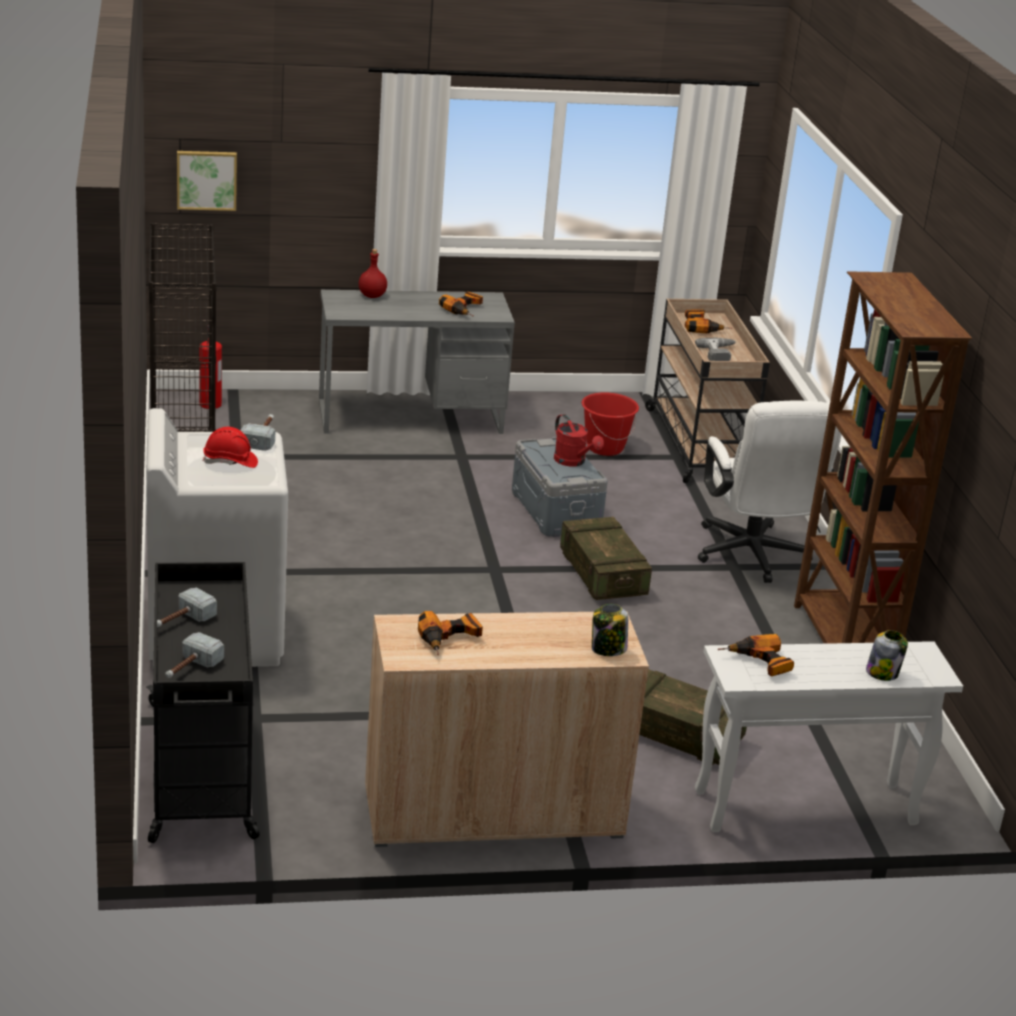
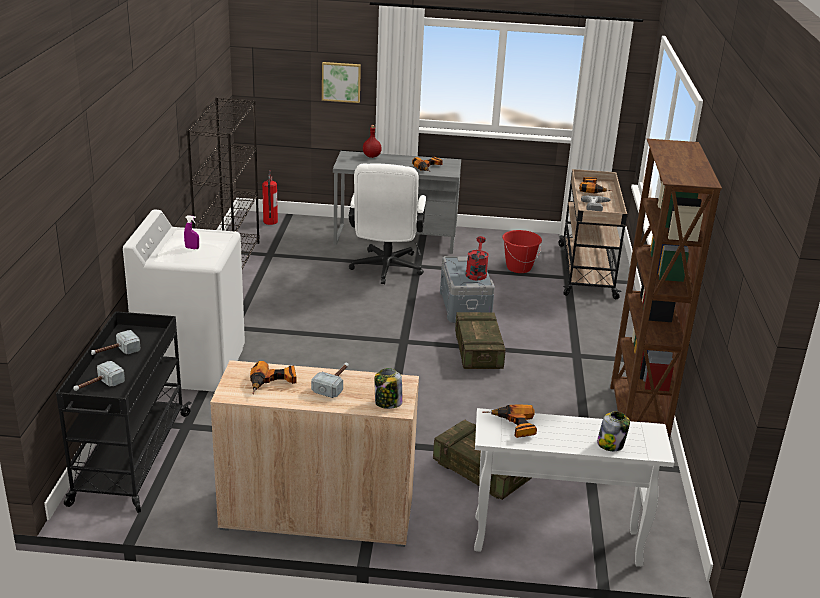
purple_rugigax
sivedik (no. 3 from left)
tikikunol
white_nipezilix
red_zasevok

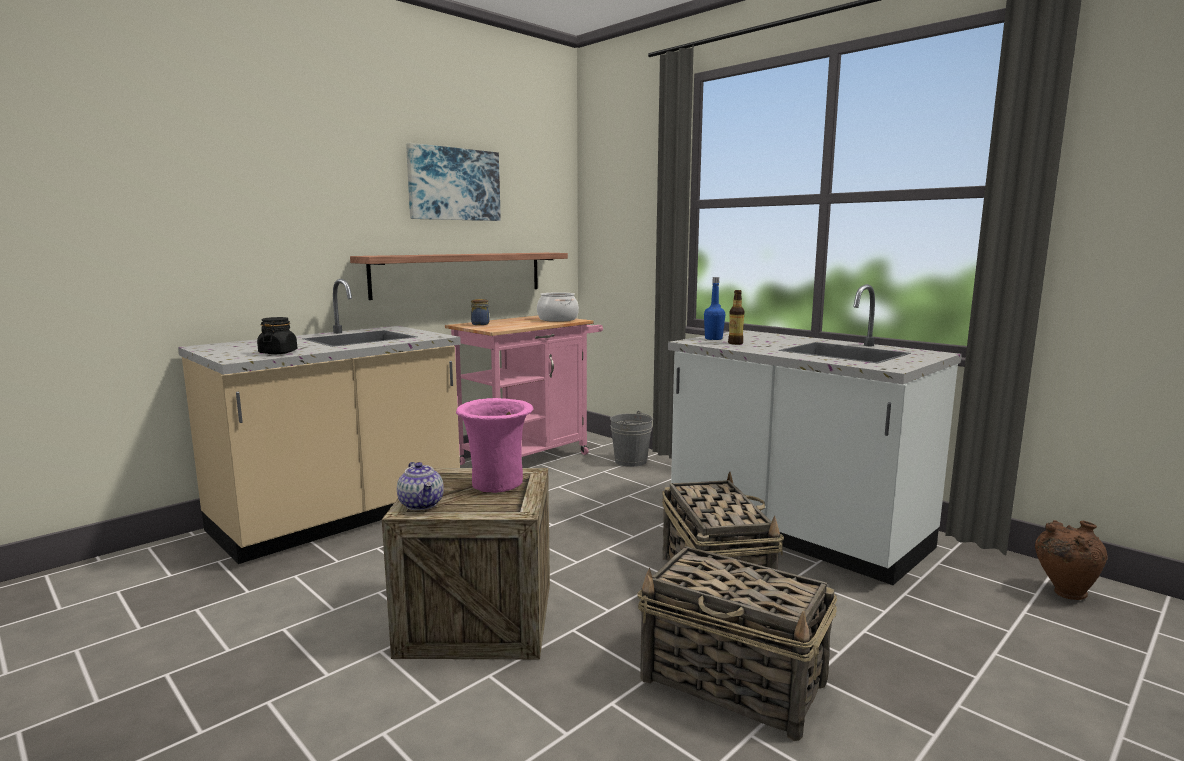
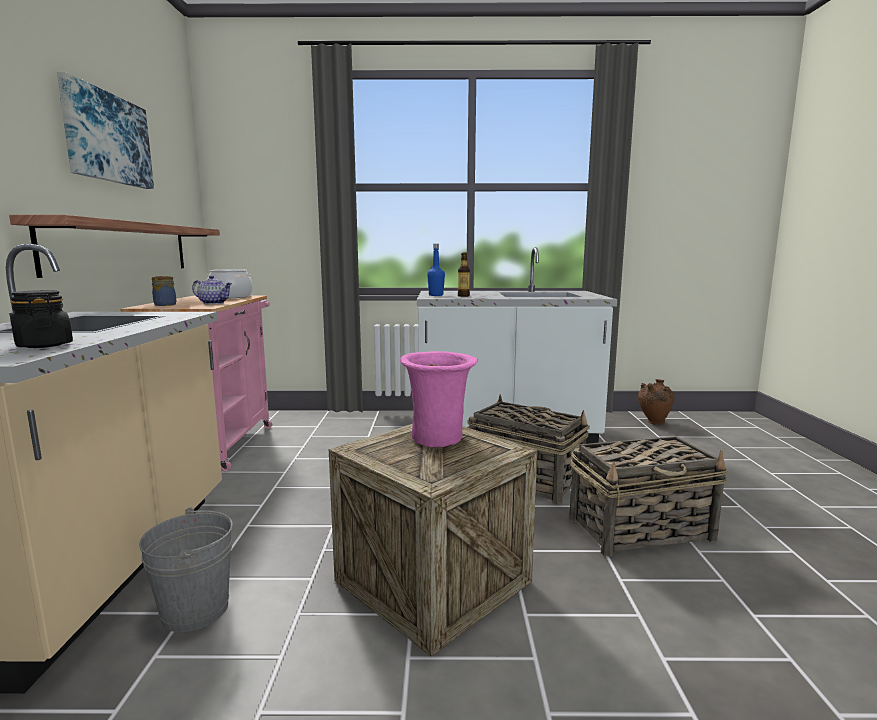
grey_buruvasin
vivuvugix

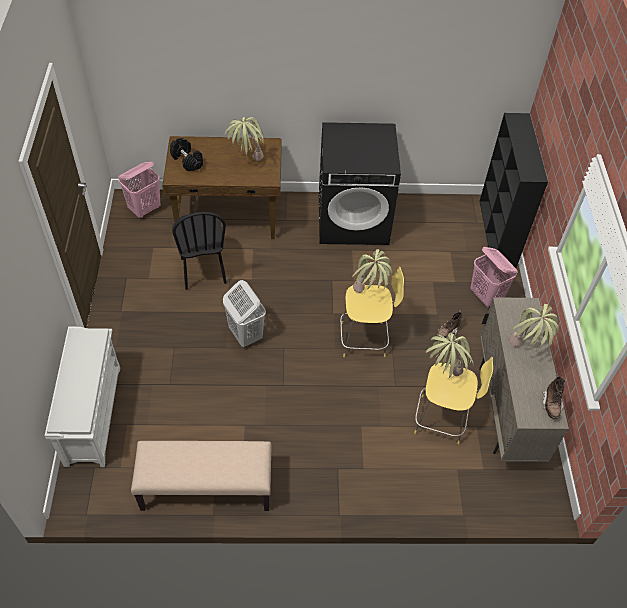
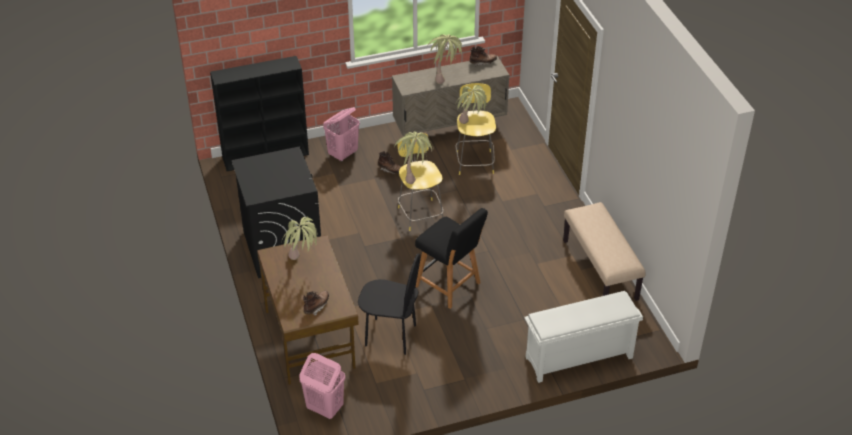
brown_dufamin (no. 1 from left)
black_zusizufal
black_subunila

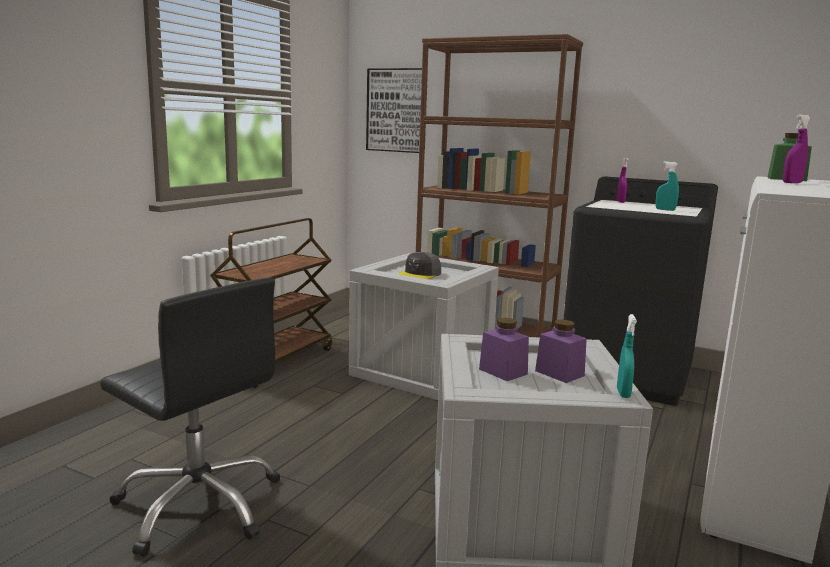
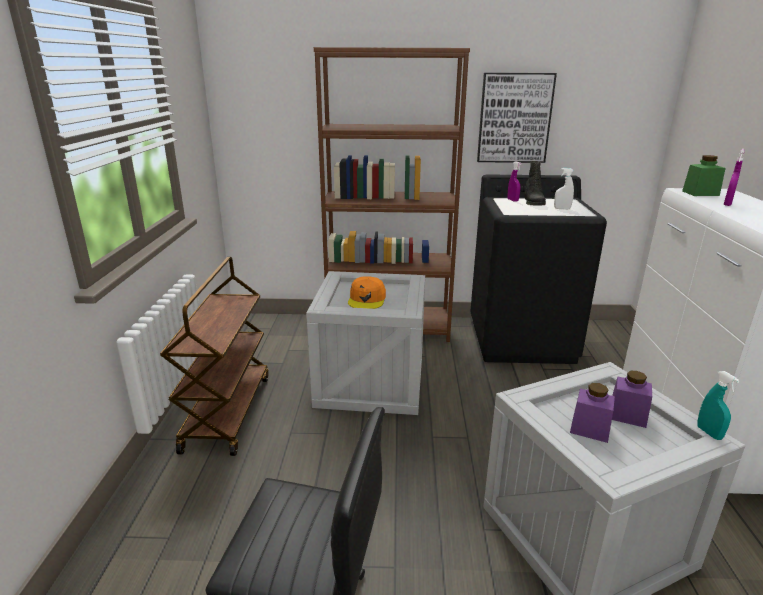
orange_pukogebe
tikikunol
black_dufamin
white_rugigax

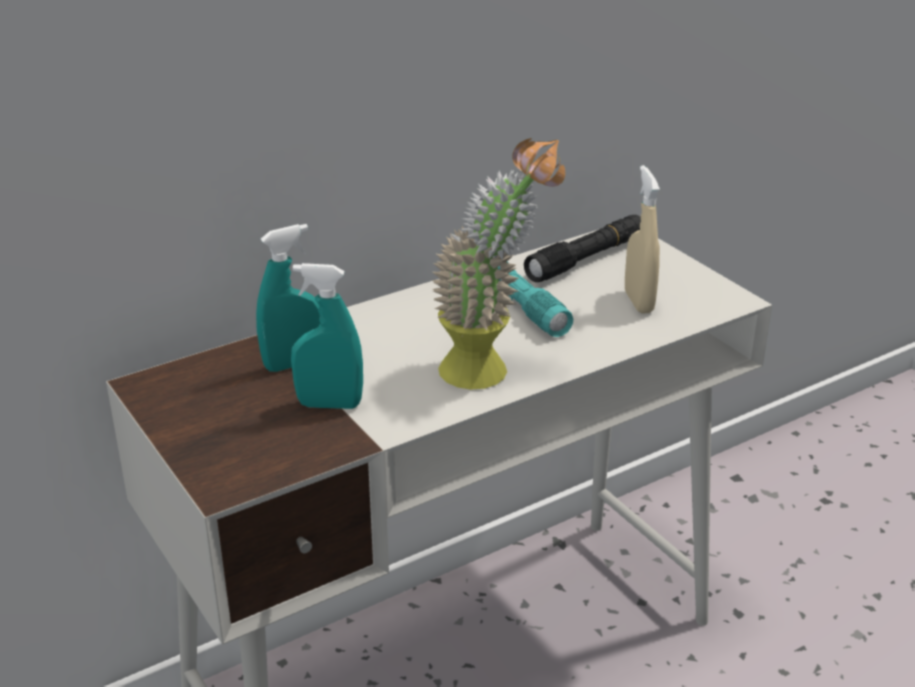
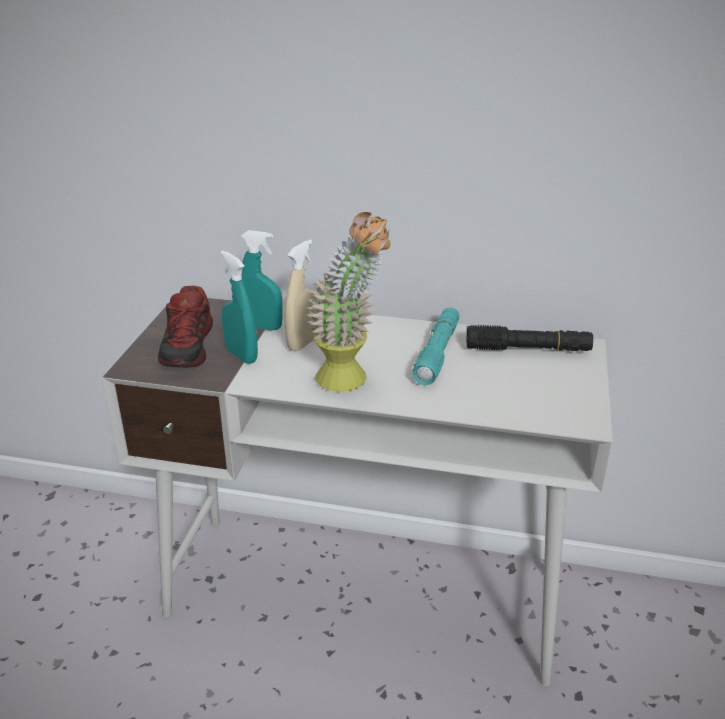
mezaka
beige_rugigax

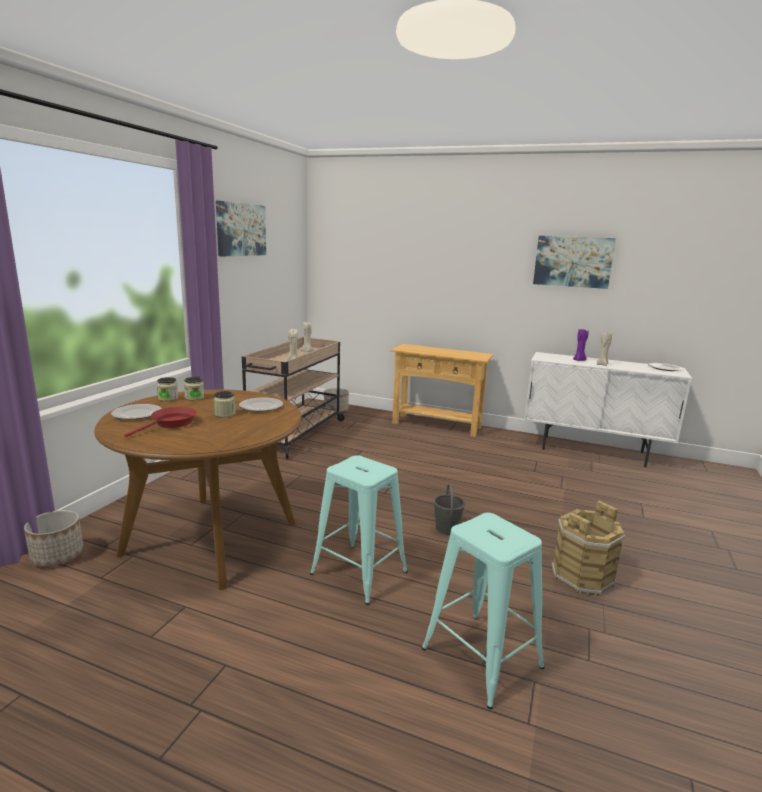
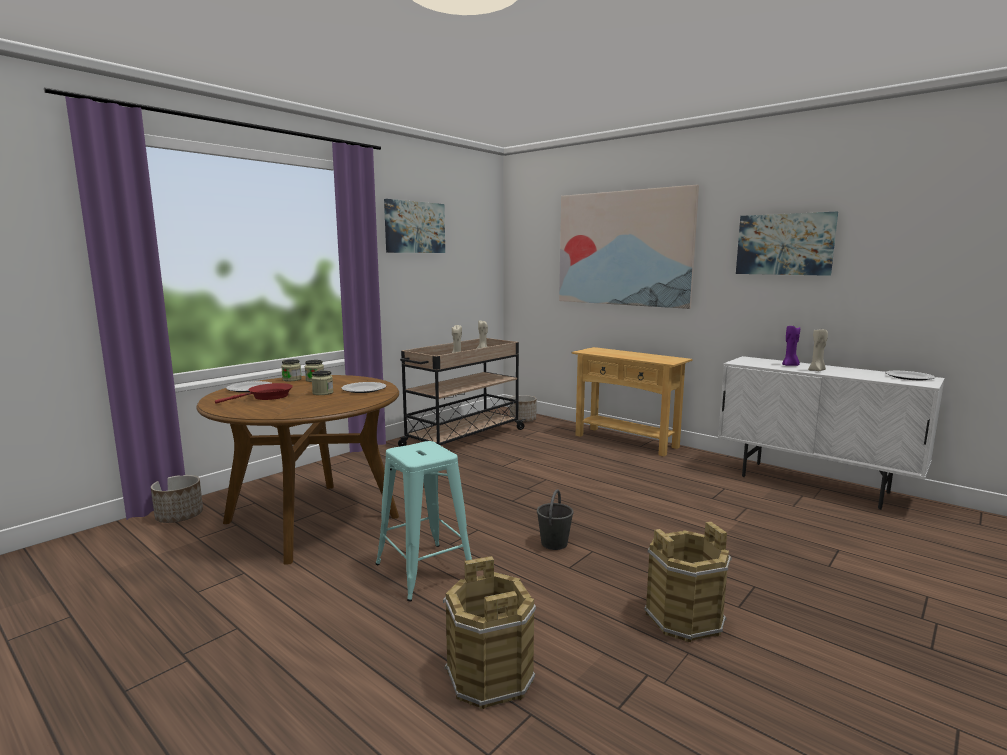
brown_buruvasin (no. 1 from left)
tikikunol (no. 2 from left)

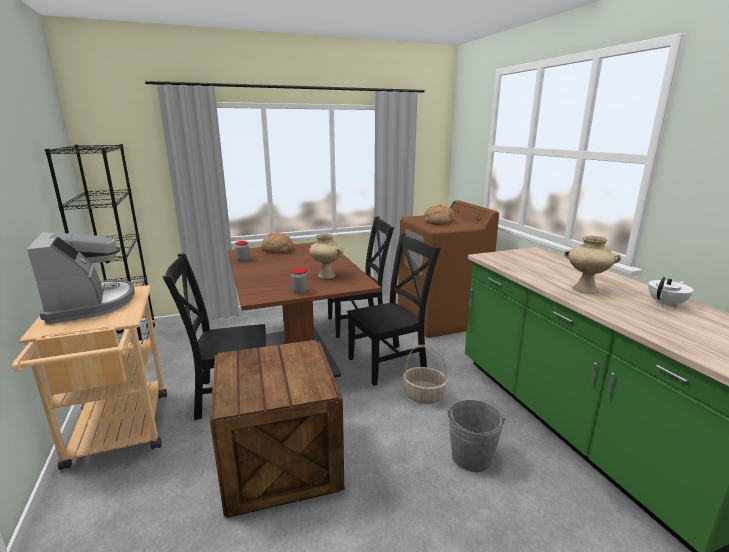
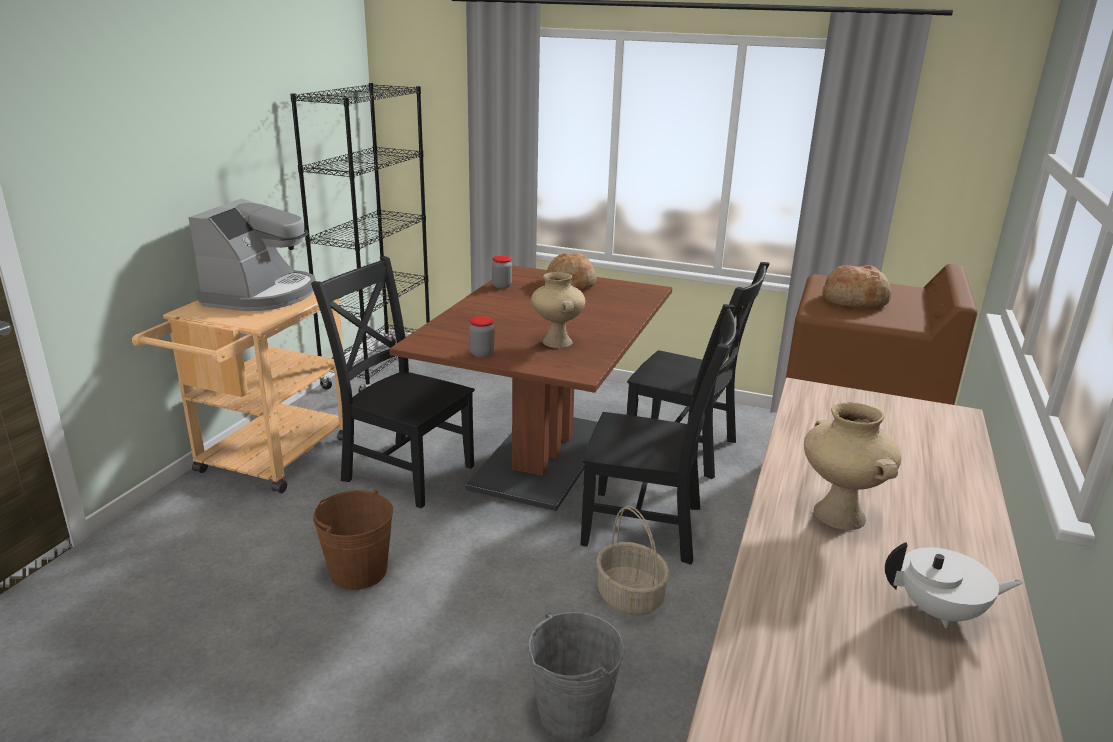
brown_buruvasin

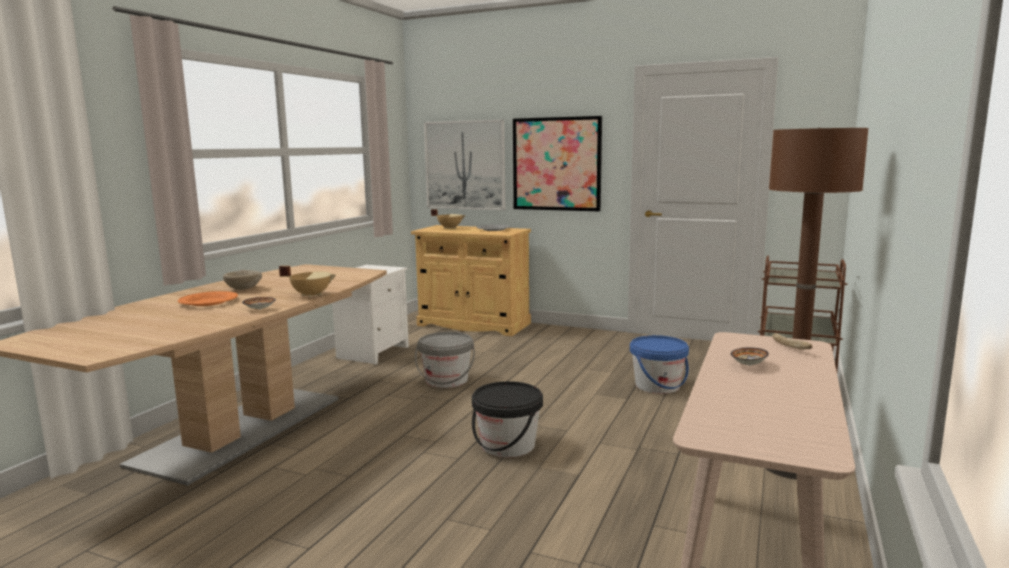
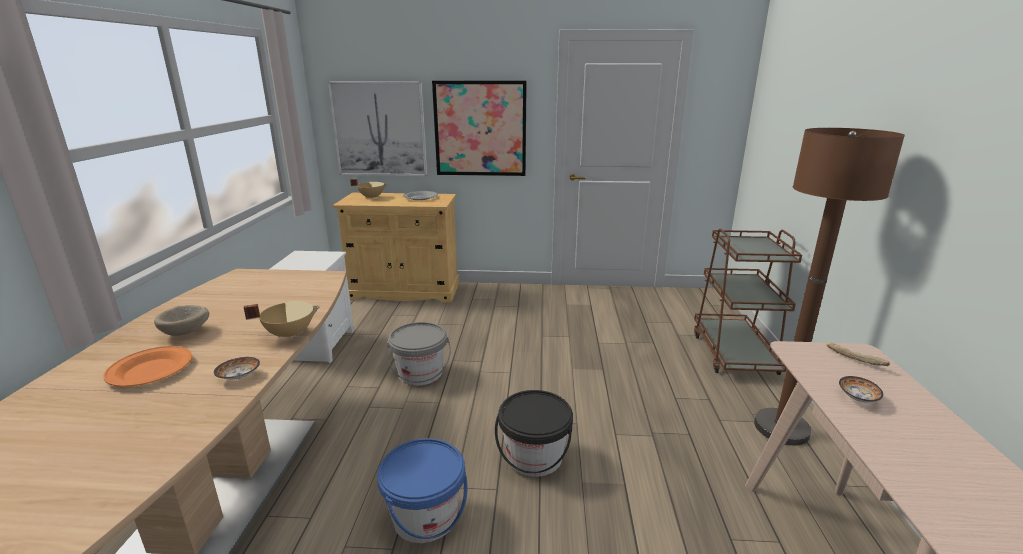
blue_buruvasin

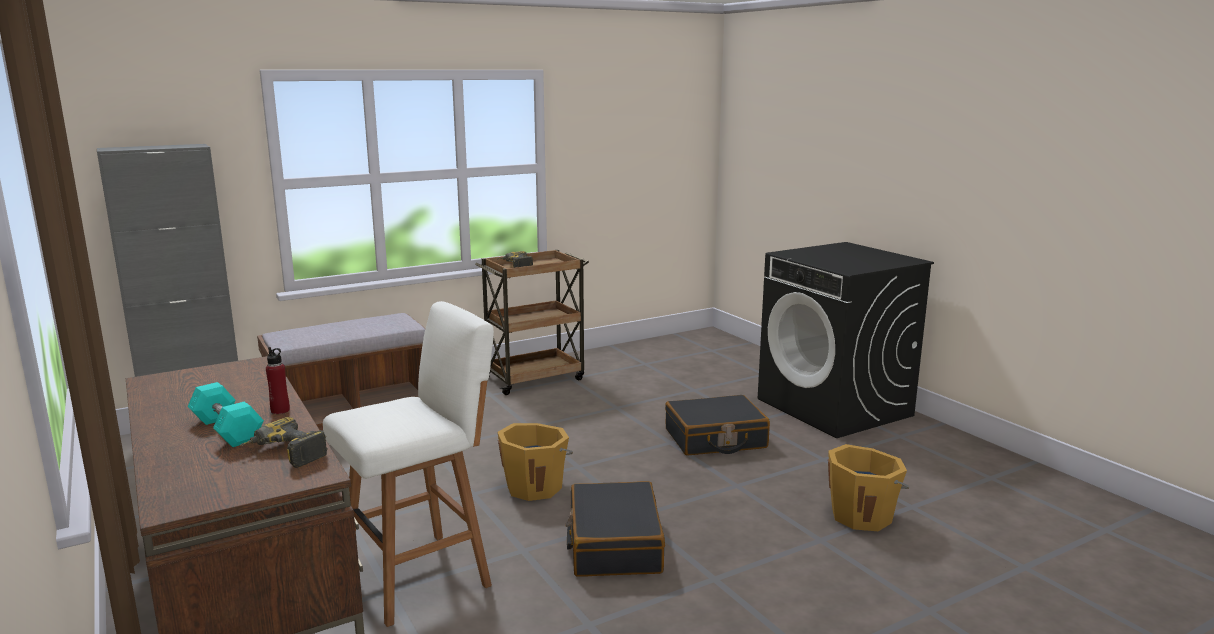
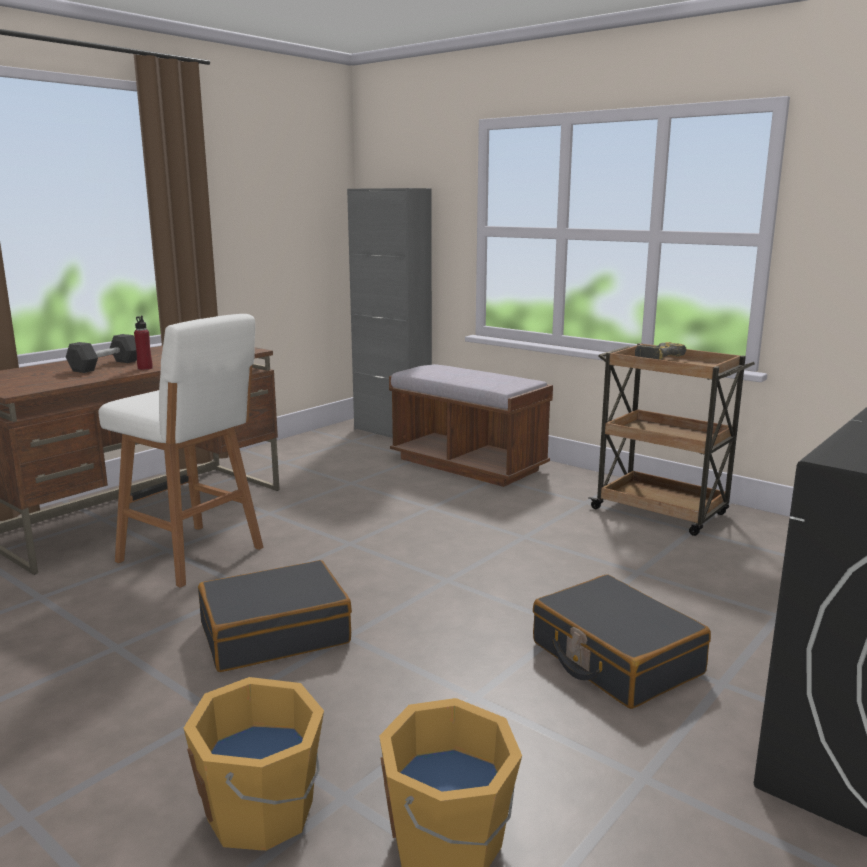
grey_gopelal
orange_buruvasin (no. 1 from left)
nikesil (no. 1 from left in the first image)

